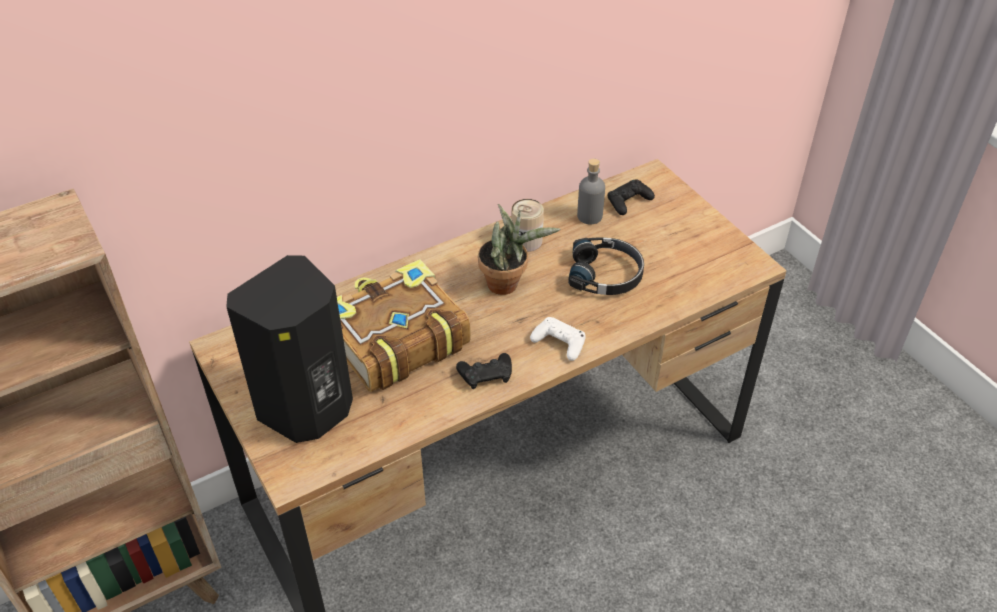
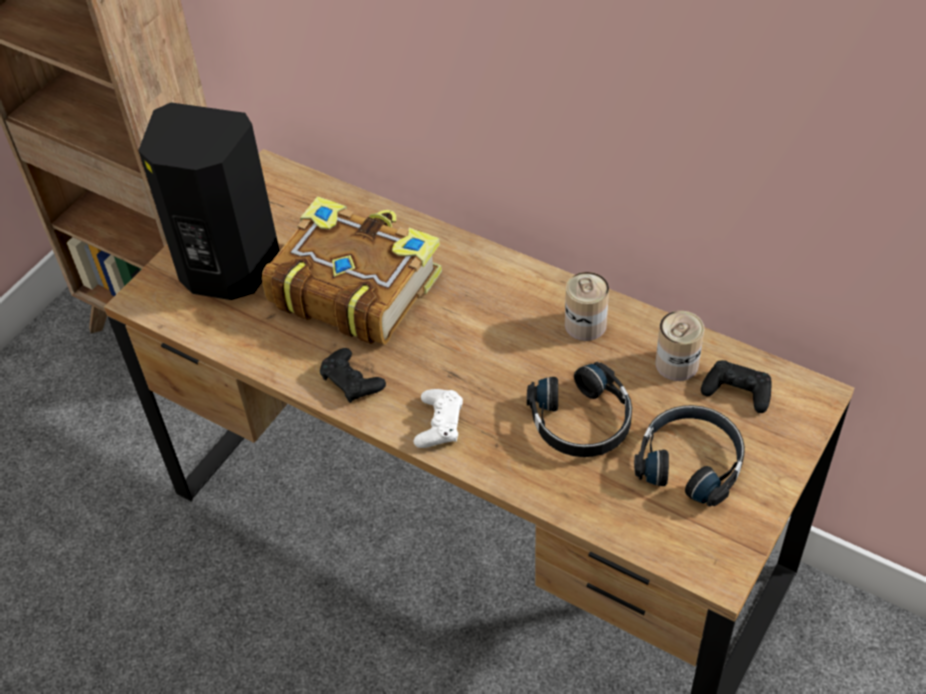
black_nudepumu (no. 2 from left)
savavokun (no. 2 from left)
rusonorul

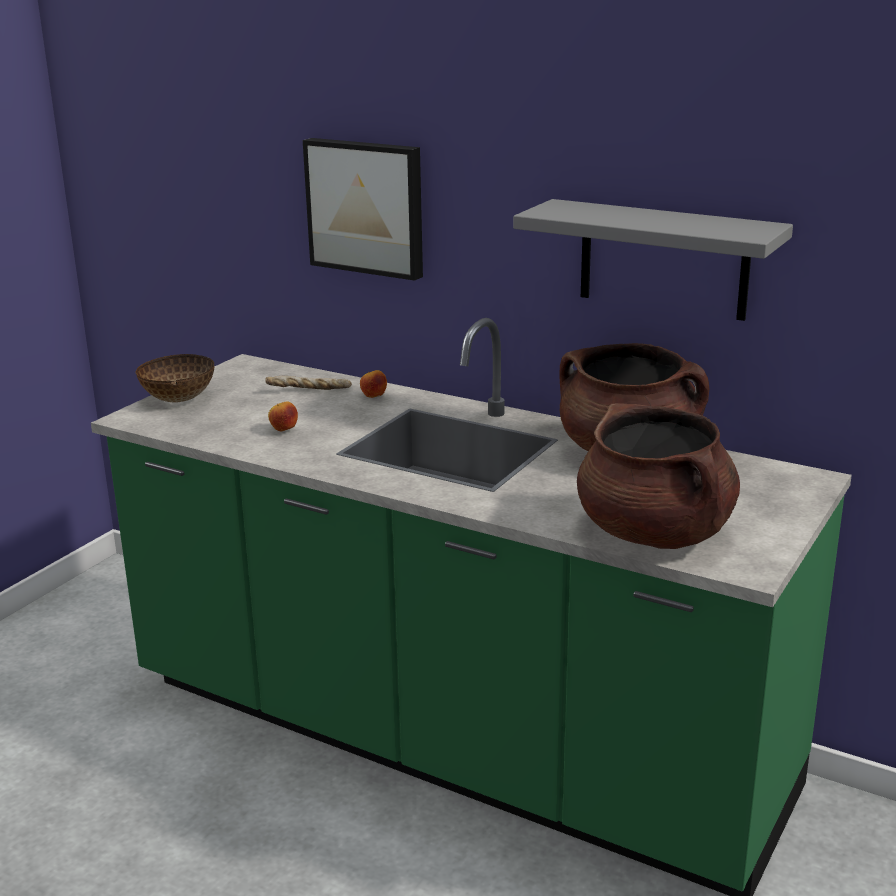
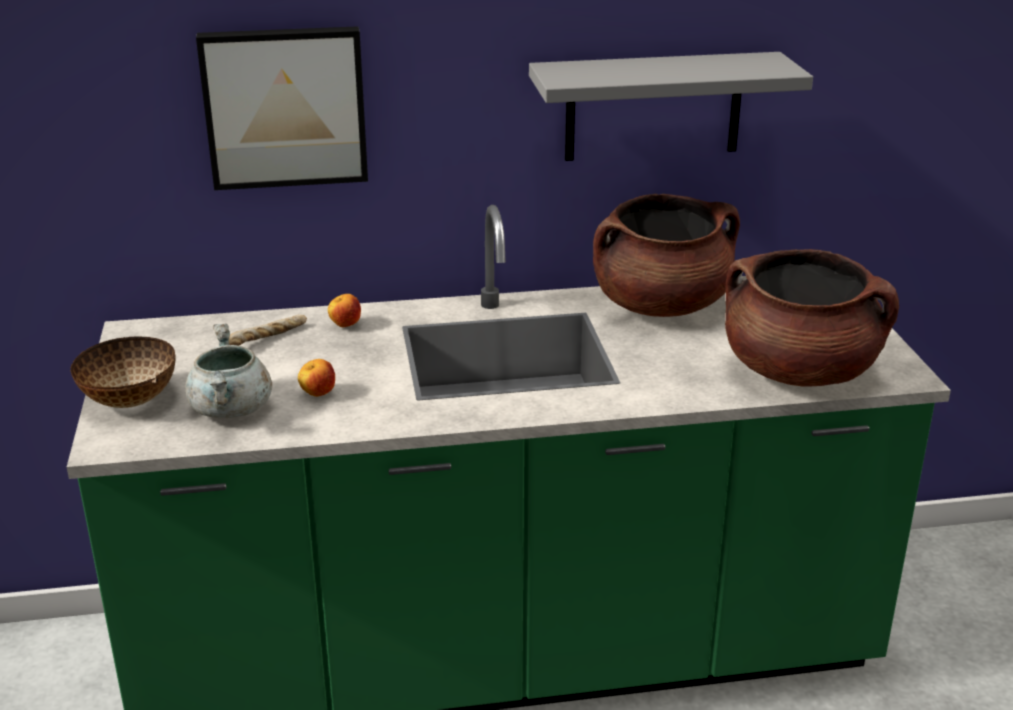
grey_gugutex

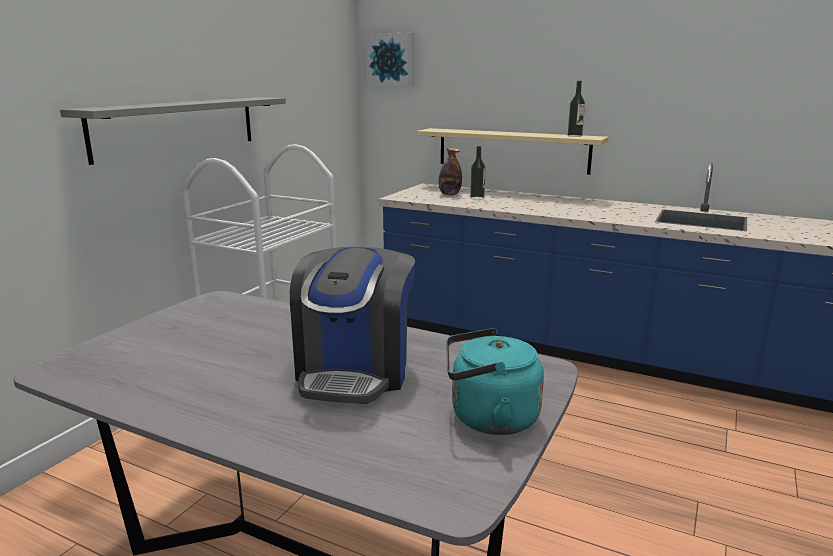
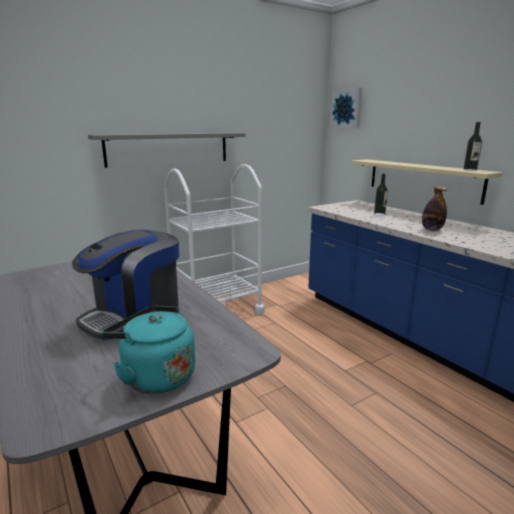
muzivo (no. 2 from left)

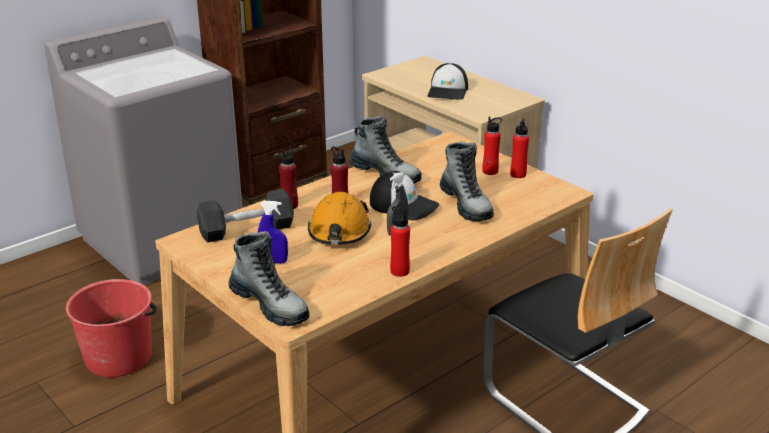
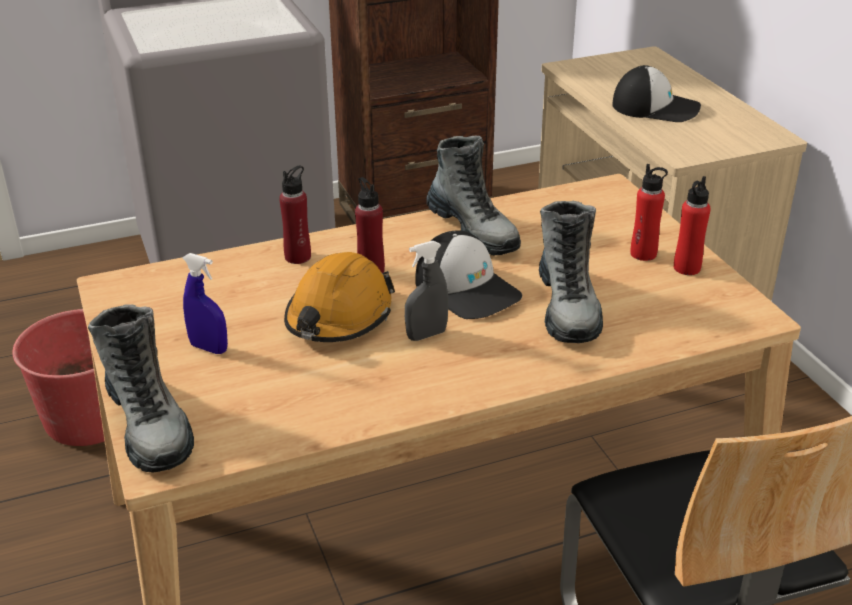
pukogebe (no. 2 from left)
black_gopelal
red_muzivo (no. 3 from left in the first image)

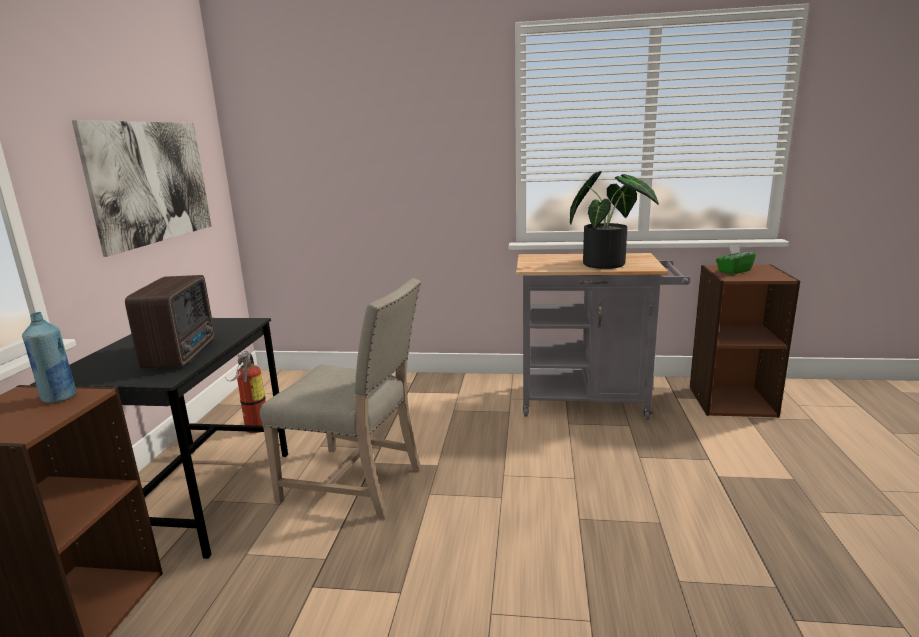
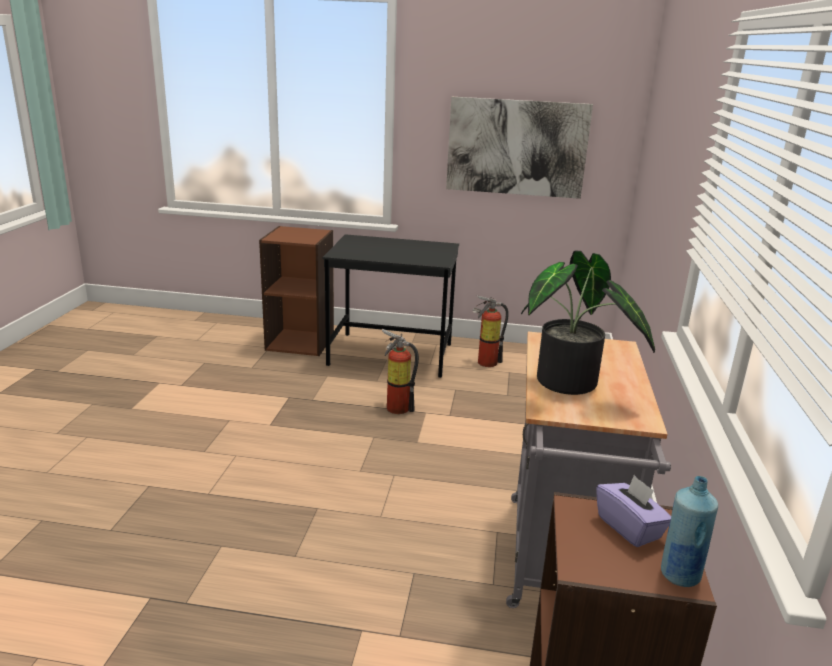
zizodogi (no. 1 from left)
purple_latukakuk
blue_muzivo
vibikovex

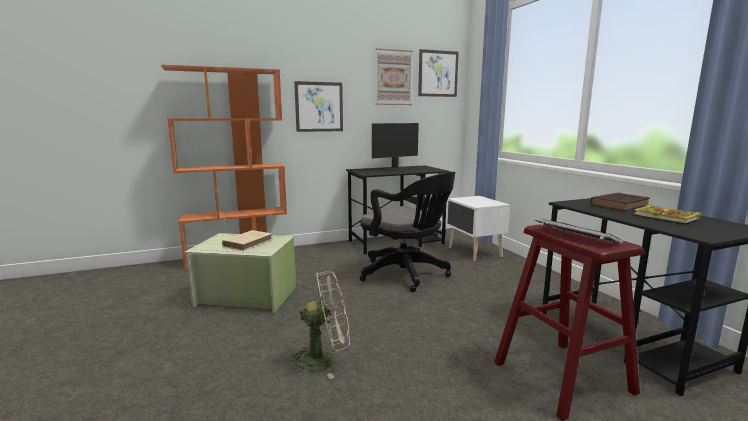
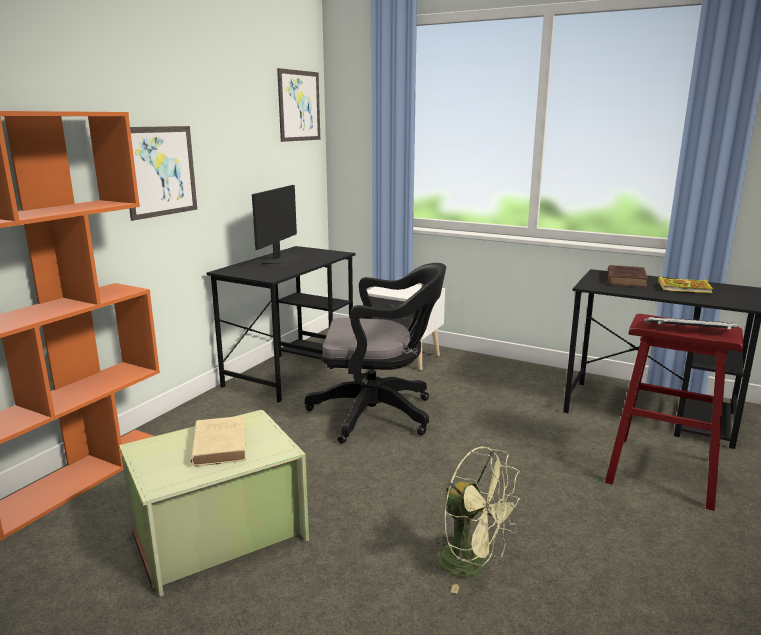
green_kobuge
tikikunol (no. 2 from left in the first image)

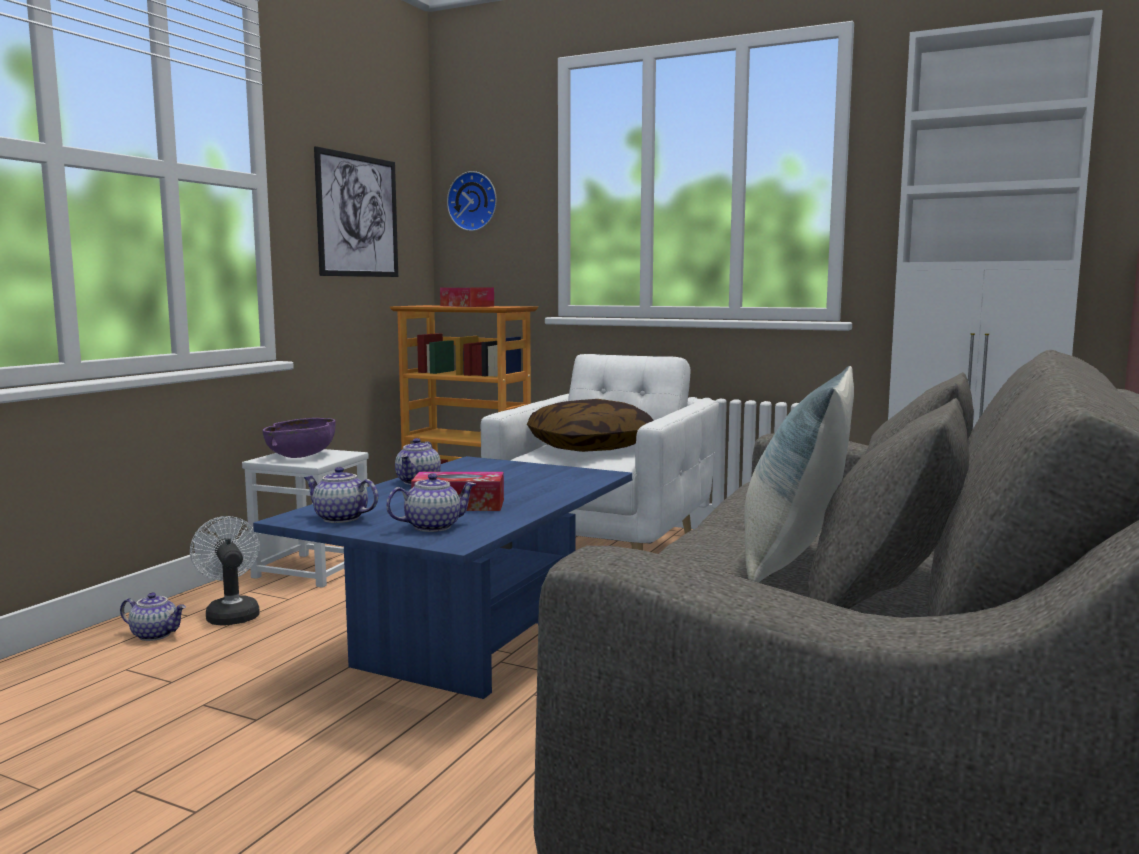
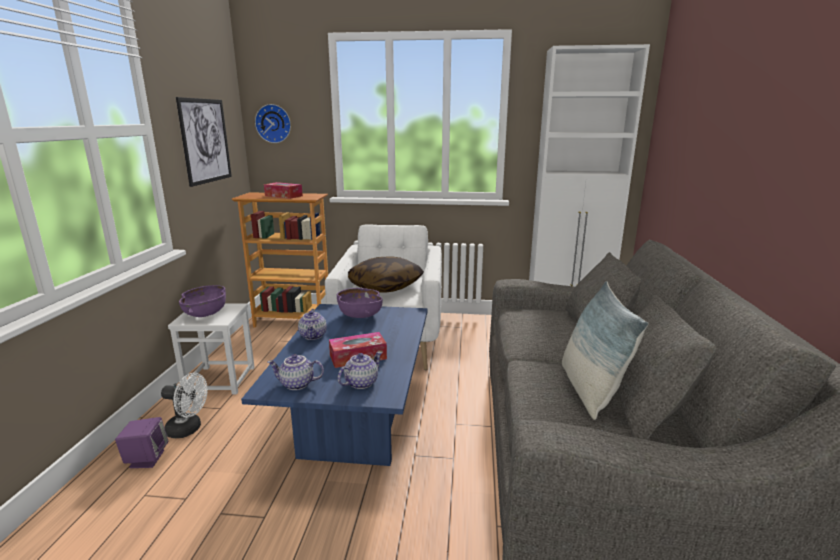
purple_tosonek
white_kobuge
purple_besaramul (no. 2 from left)

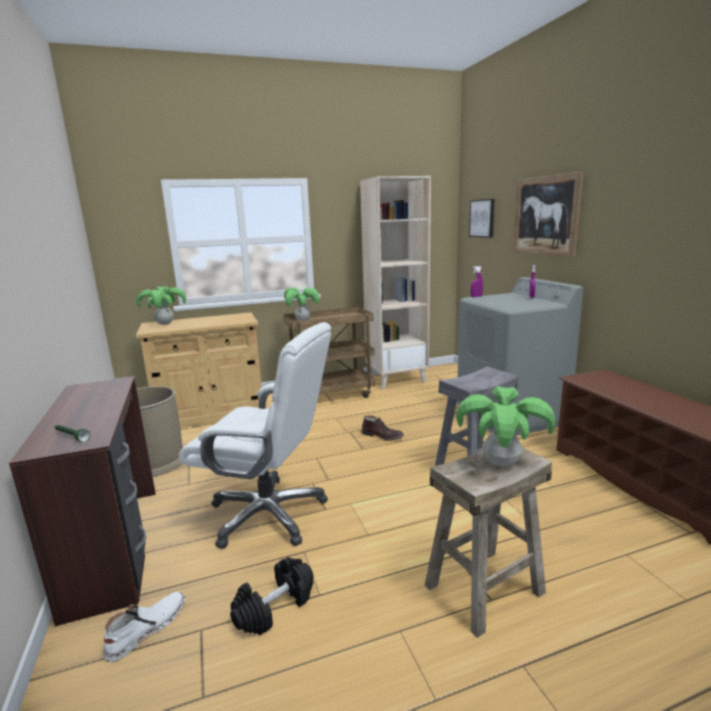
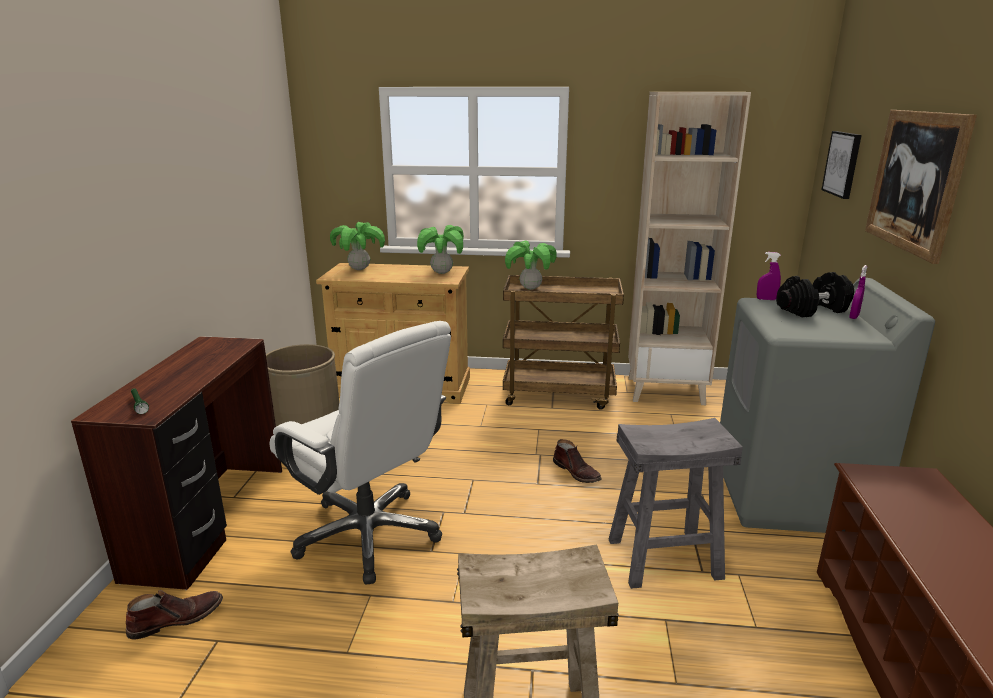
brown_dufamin (no. 1 from left)
rusonorul (no. 2 from left)
black_gopelal

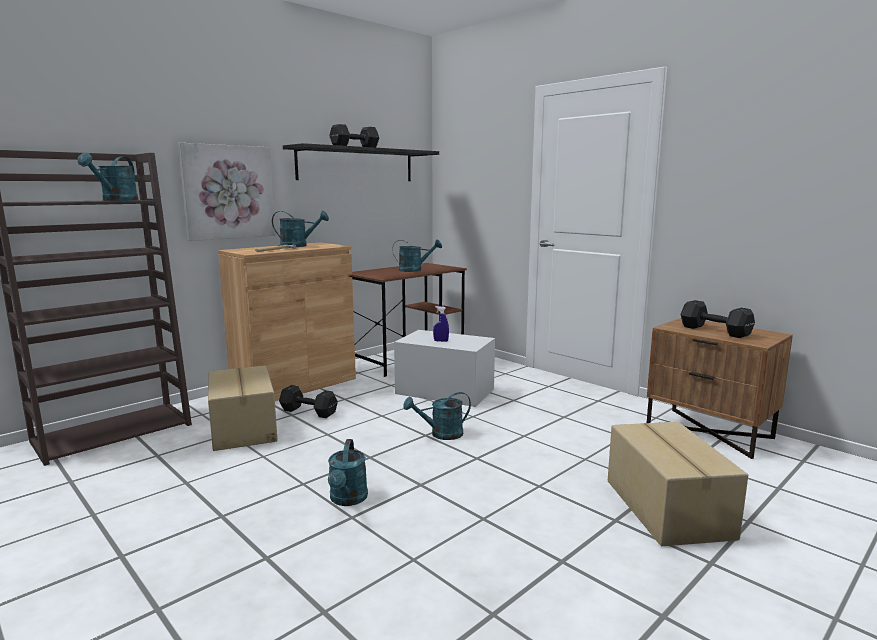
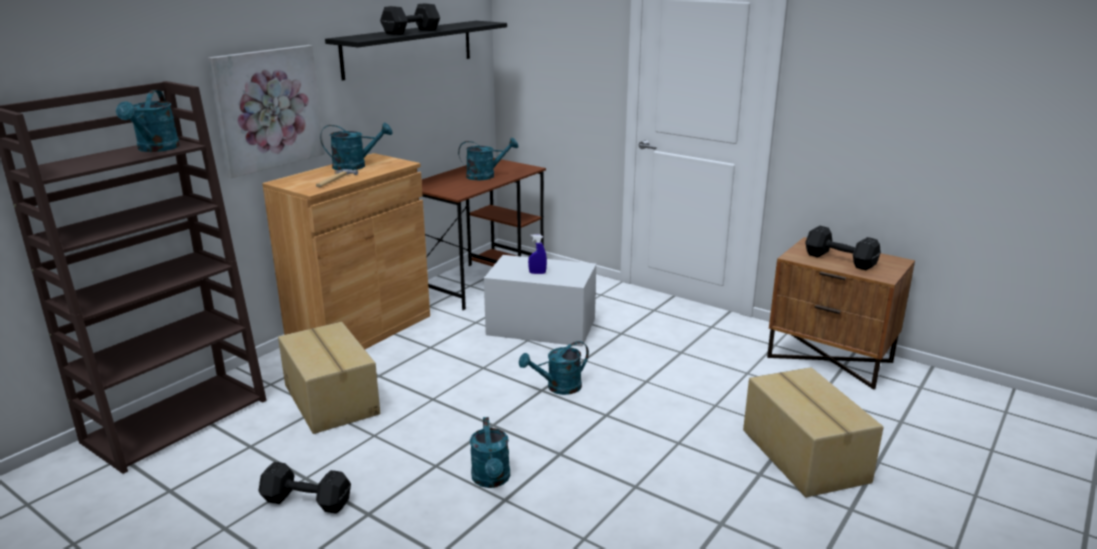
black_gopelal (no. 1 from left)

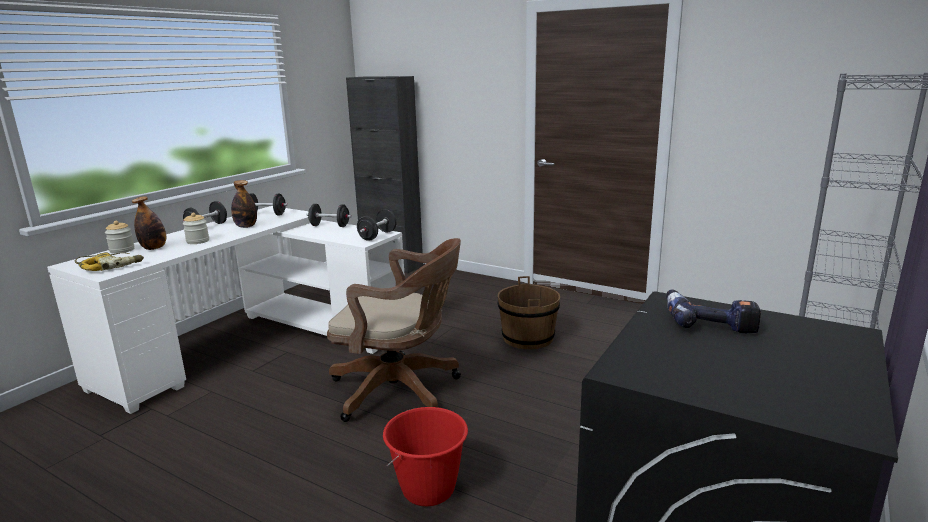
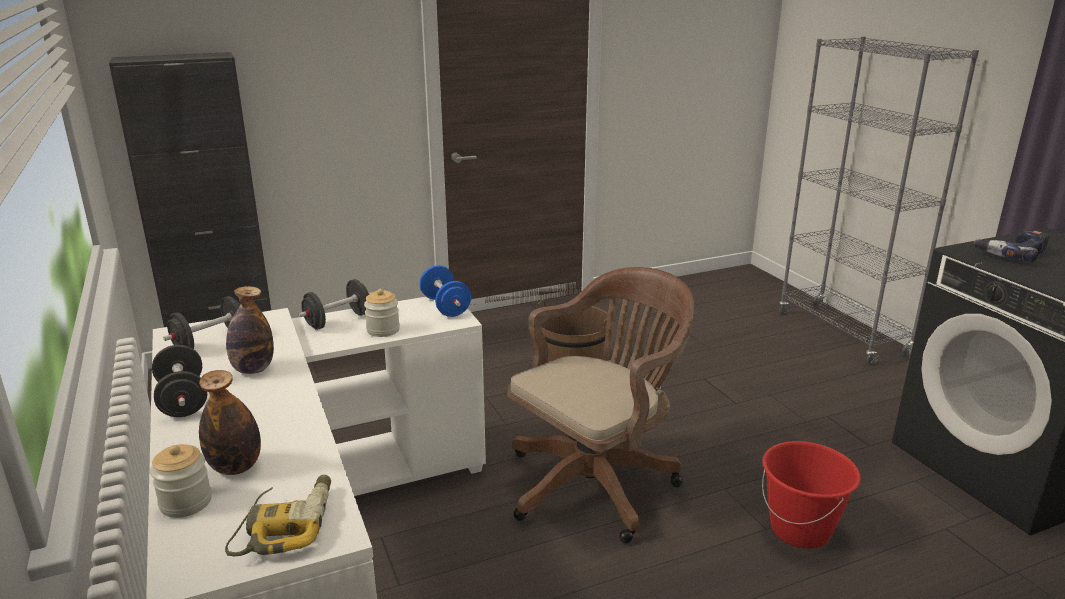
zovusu (no. 2 from left)
blue_gopelal

